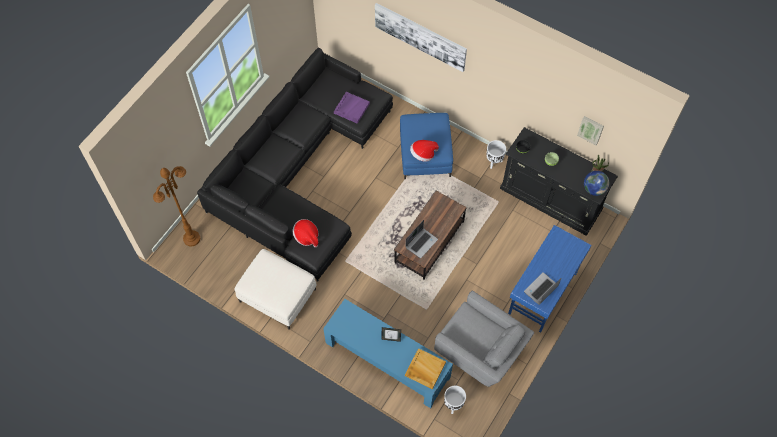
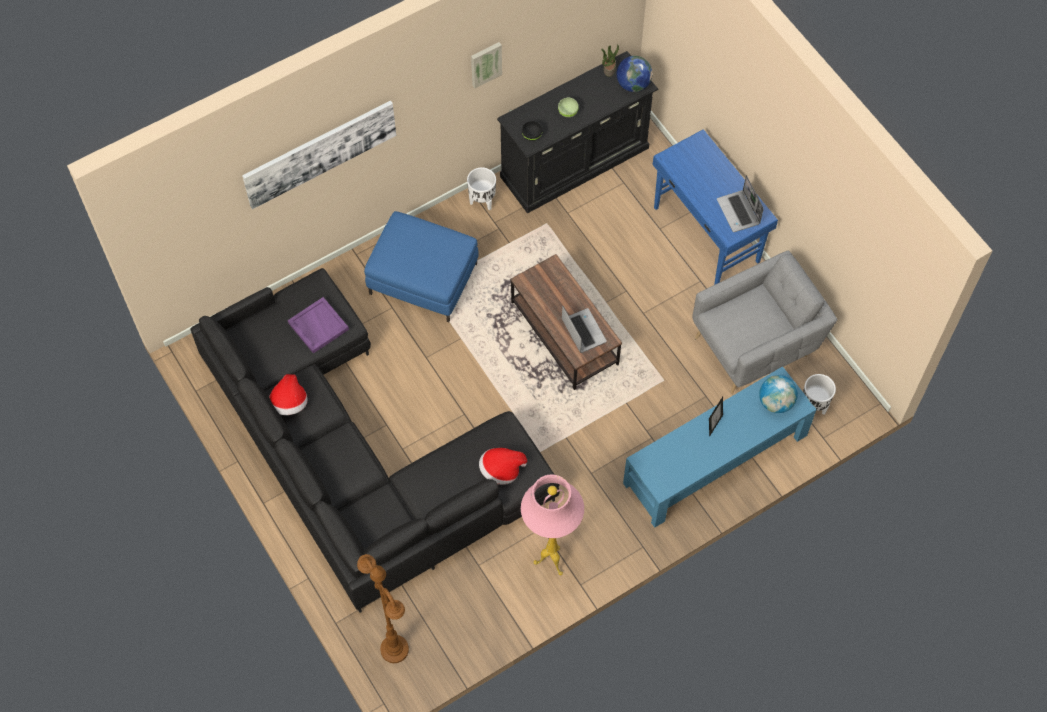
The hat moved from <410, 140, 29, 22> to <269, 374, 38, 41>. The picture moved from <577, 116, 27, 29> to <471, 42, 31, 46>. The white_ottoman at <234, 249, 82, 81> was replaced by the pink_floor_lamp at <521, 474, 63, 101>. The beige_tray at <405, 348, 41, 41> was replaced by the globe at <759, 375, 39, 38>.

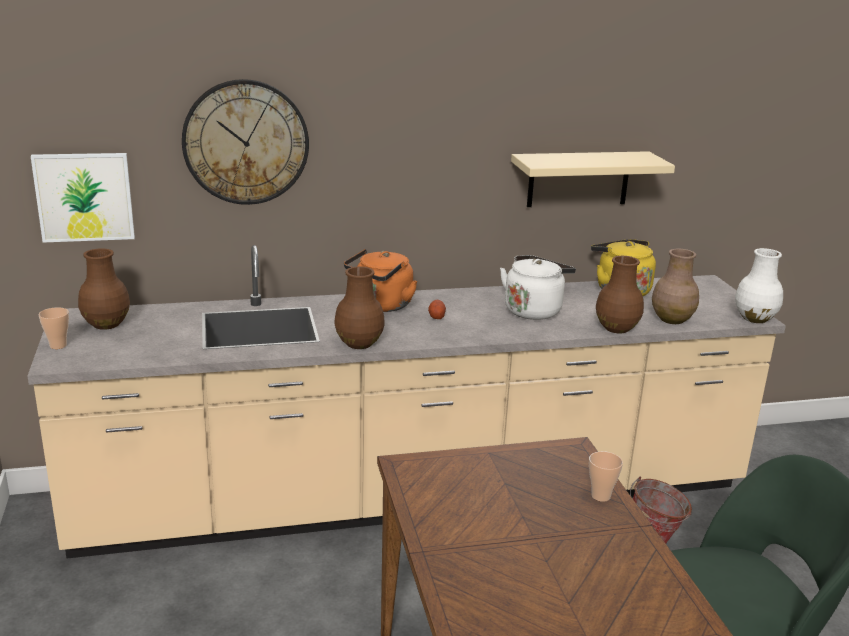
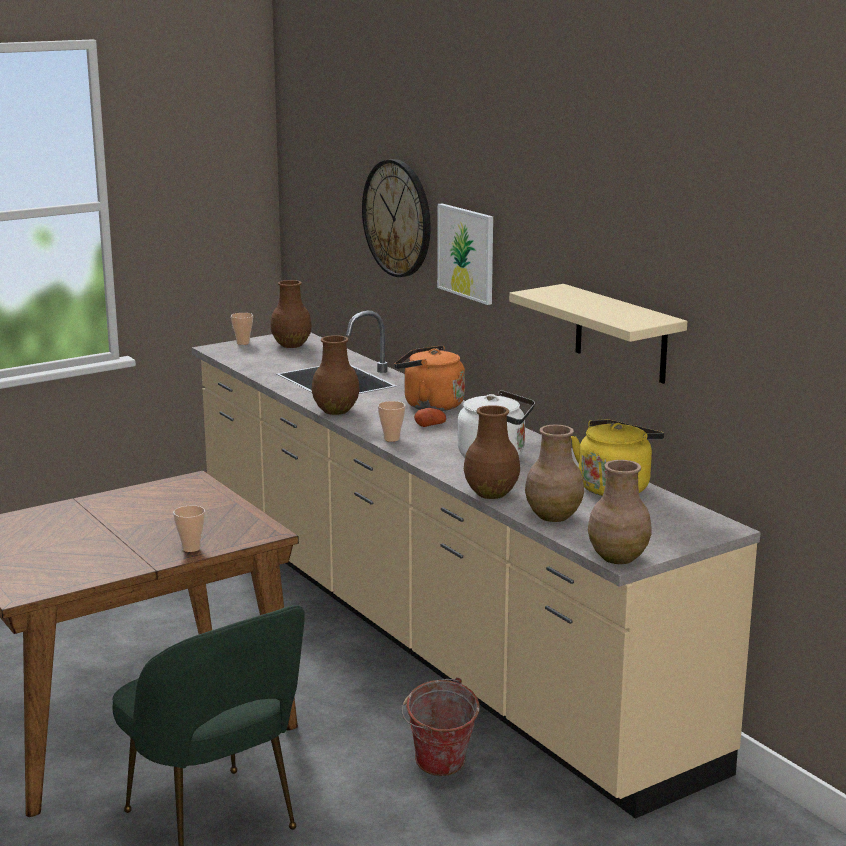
The cup at <378, 401, 27, 41> appeared. The picture moved from <31, 153, 104, 90> to <437, 203, 56, 102>. The white_vase at <735, 248, 48, 75> became the brown_vase at <588, 460, 64, 104>.

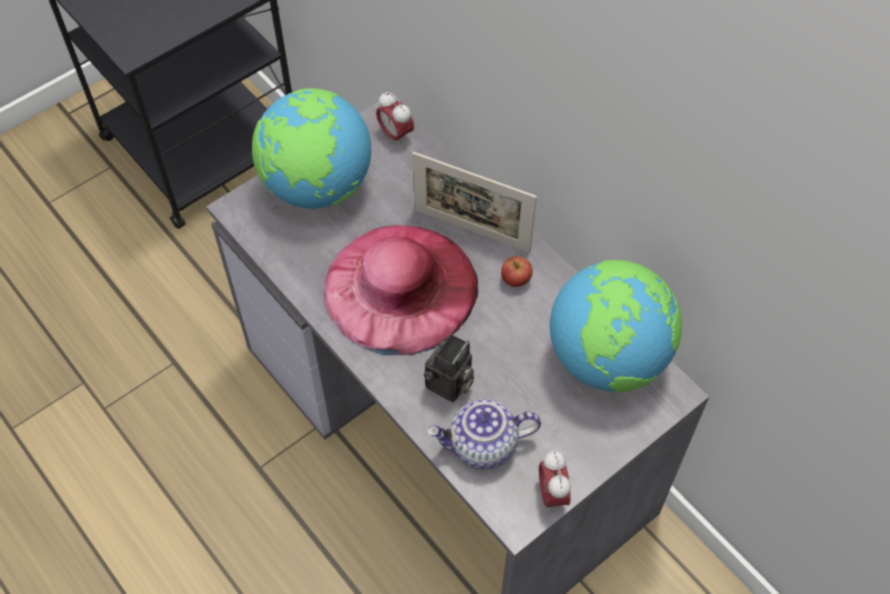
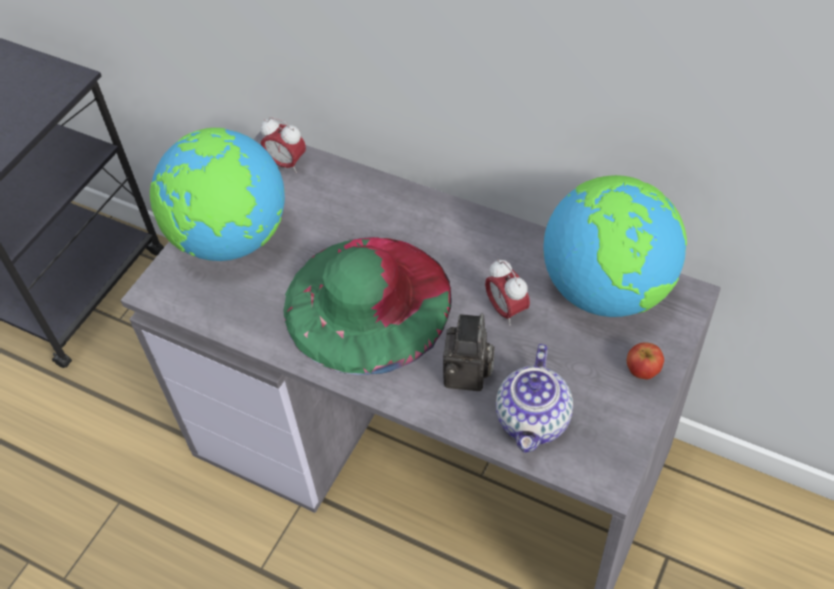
The picture_frame at <412, 152, 125, 101> disappeared. The apple moved from <501, 256, 32, 31> to <627, 342, 37, 37>. The alarm_clock moved from <539, 451, 32, 60> to <485, 259, 45, 66>. The pink_hat at <323, 225, 155, 130> became the green_hat at <283, 237, 168, 138>. The teapot at <427, 399, 114, 70> turned 45 degrees counterclockwise.

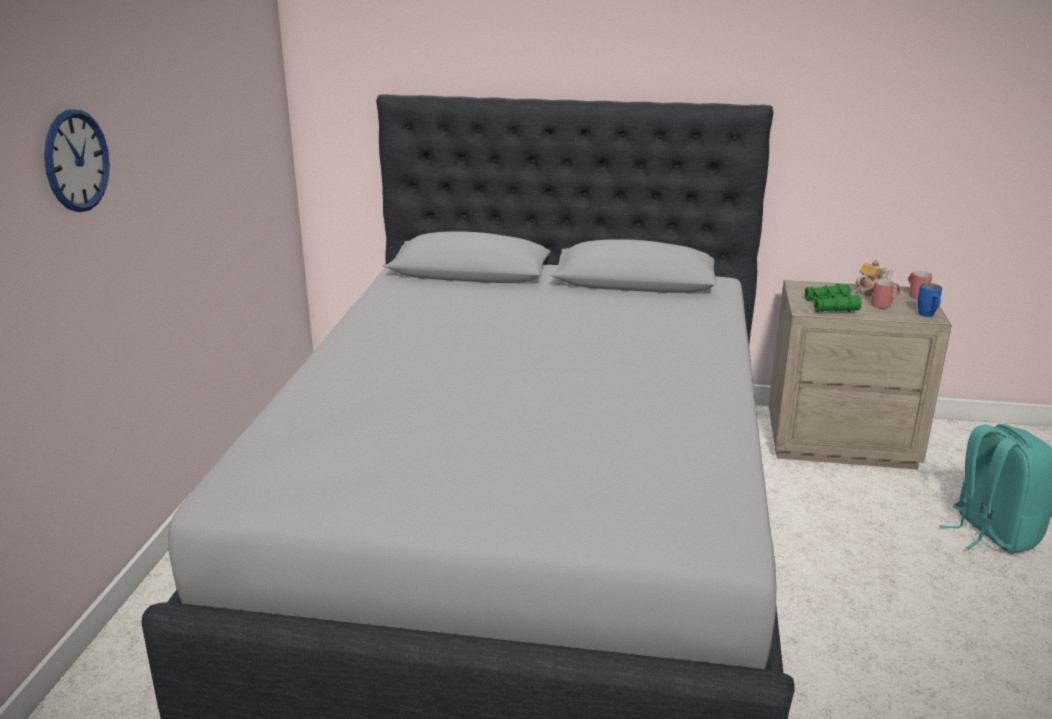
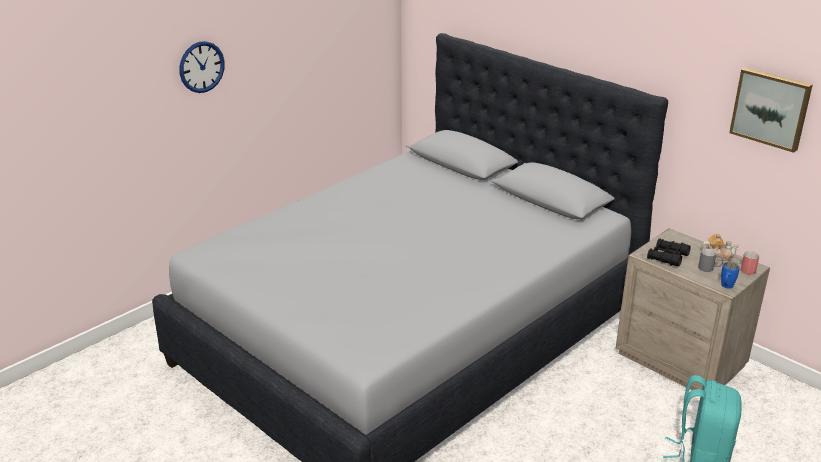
The picture at <729, 68, 84, 85> appeared. The green_binoculars at <805, 284, 57, 28> became the black_binoculars at <647, 238, 44, 28>. The red_mug at <871, 279, 30, 30> became the grey_mug at <698, 249, 26, 23>.

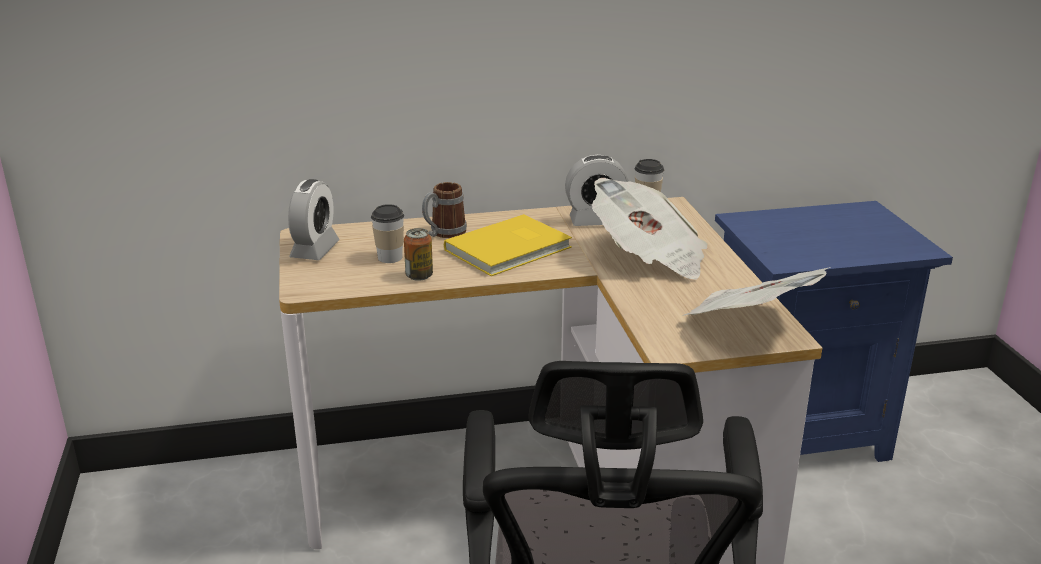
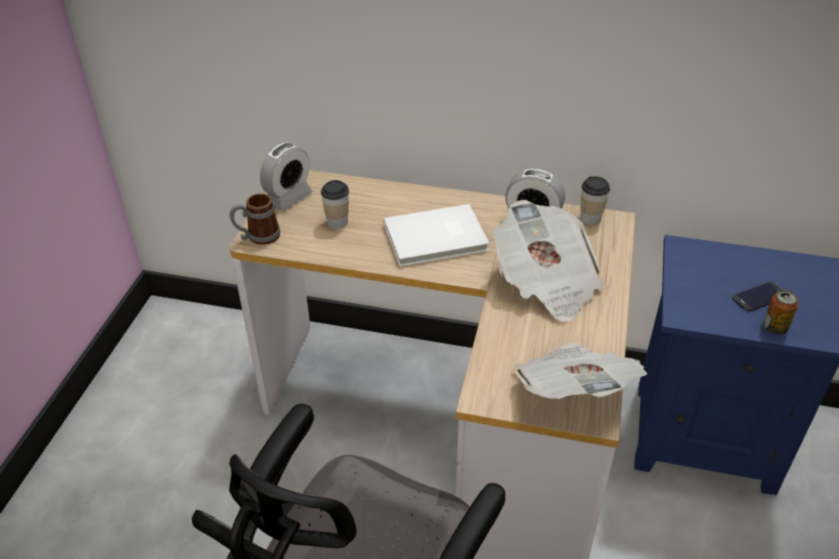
The phone at <733, 282, 49, 29> appeared. The can moved from <404, 228, 29, 53> to <763, 289, 36, 46>. The mug moved from <422, 182, 45, 56> to <230, 193, 50, 52>. The yellow_book at <444, 214, 128, 62> became the white_book at <384, 204, 105, 63>.

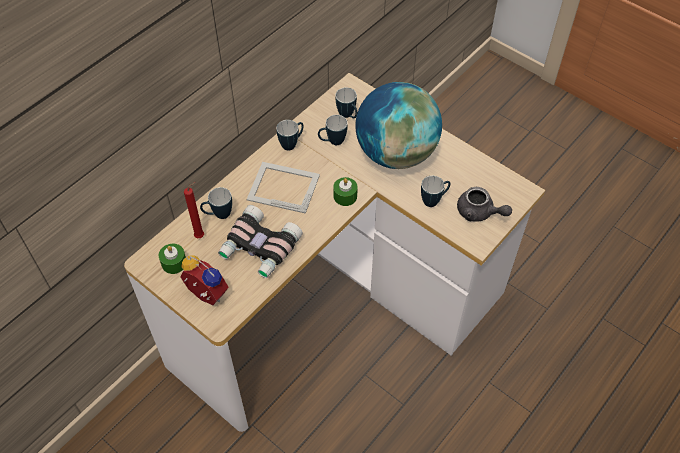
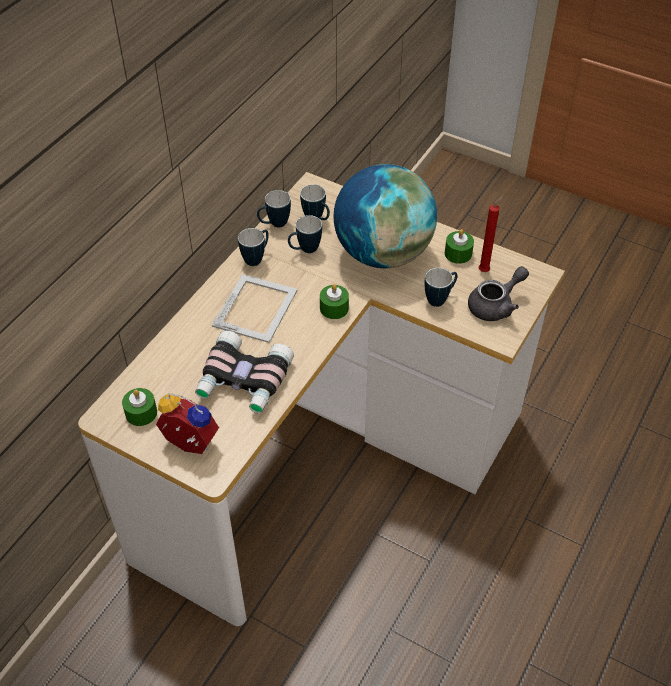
The green_candle at <445, 229, 29, 35> appeared. The red_candle moved from <184, 182, 20, 56> to <479, 196, 24, 76>. The mug moved from <200, 187, 32, 32> to <257, 190, 34, 37>. The picture_frame at <247, 162, 73, 52> turned 105 degrees clockwise. The grey_teapot at <457, 187, 55, 35> turned 60 degrees counterclockwise.

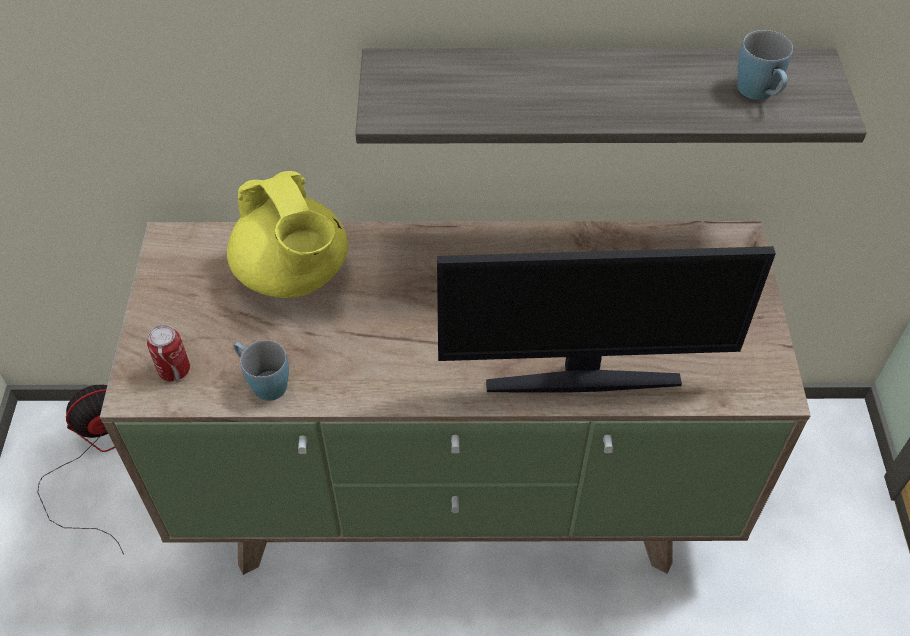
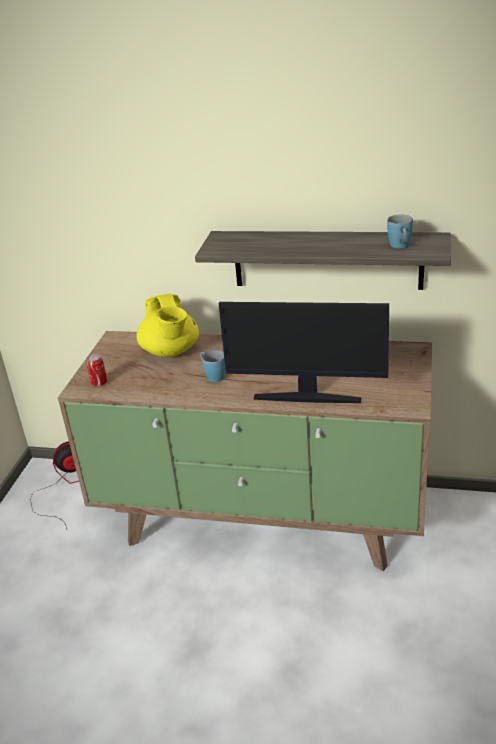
The blue_mug moved from <233, 340, 56, 61> to <200, 350, 26, 32>.

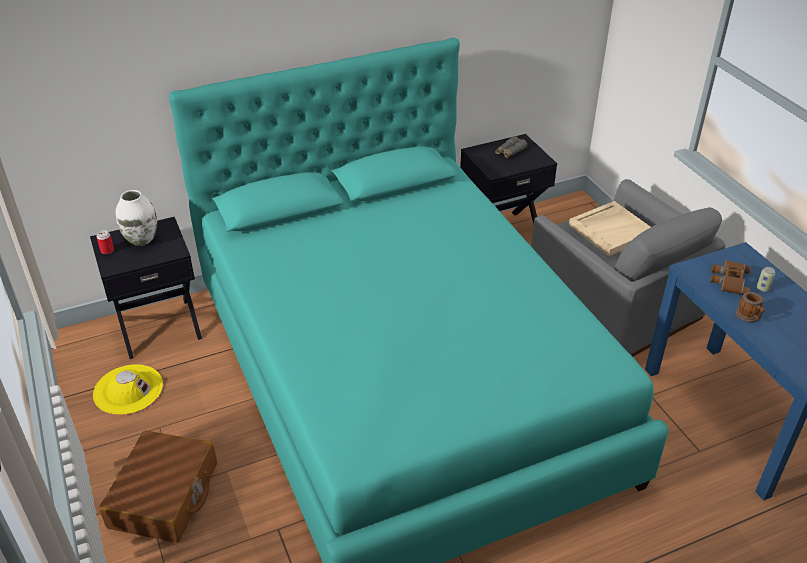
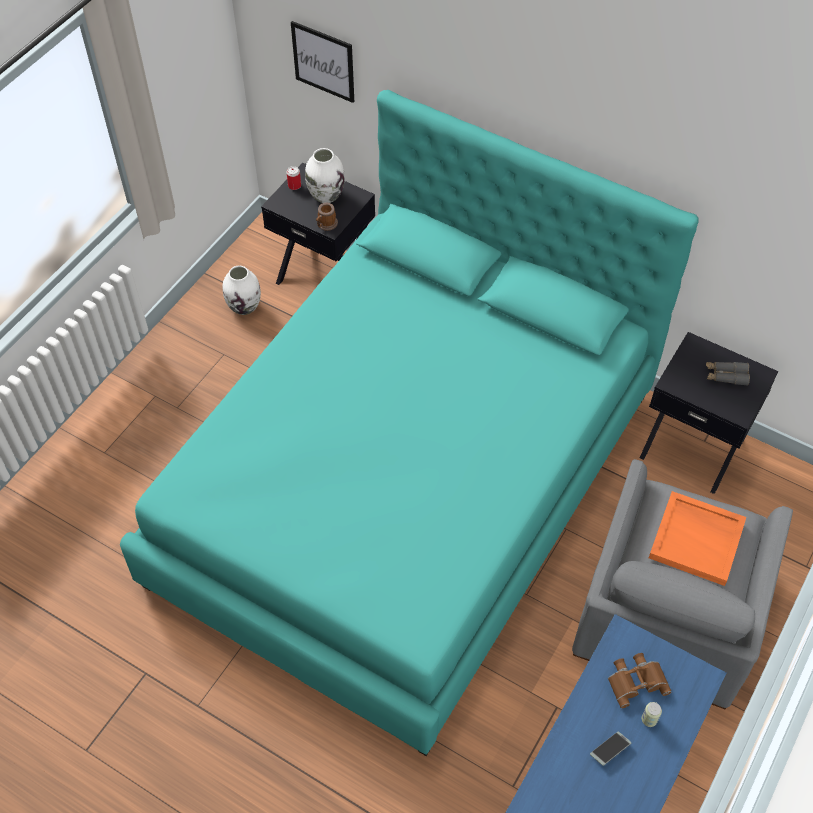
The brown_suitcase at <99, 430, 118, 113> disappeared. The picture at <291, 21, 63, 82> appeared. The phone at <590, 732, 41, 34> appeared. The mug moved from <735, 292, 29, 30> to <316, 203, 22, 28>. The yellow_hat at <93, 364, 70, 51> was replaced by the white_vase at <223, 266, 38, 49>. The beige_tray at <569, 201, 82, 55> became the orange_tray at <649, 491, 97, 95>.

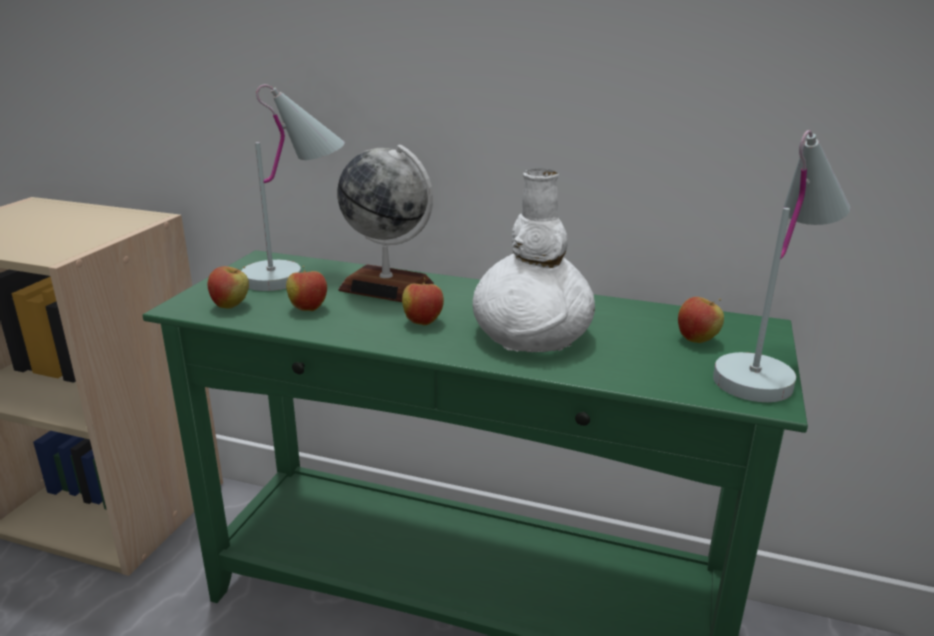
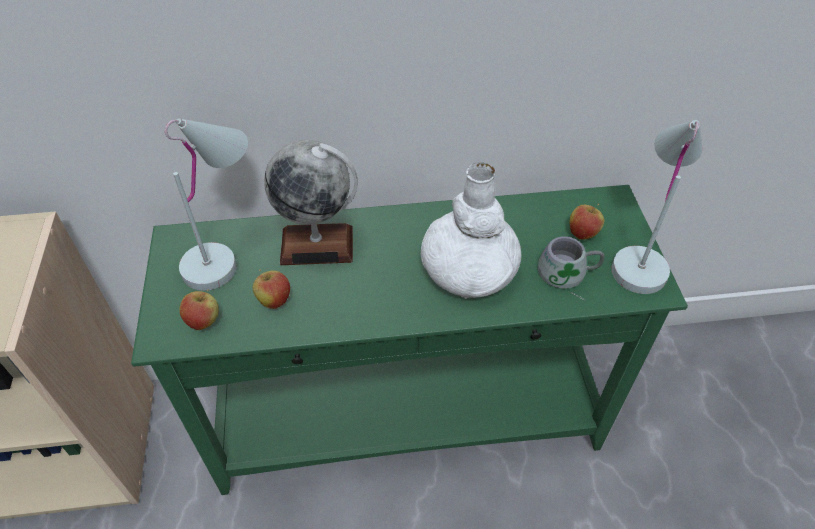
The apple at <402, 277, 42, 49> disappeared. The grey_mug at <538, 236, 67, 64> appeared.

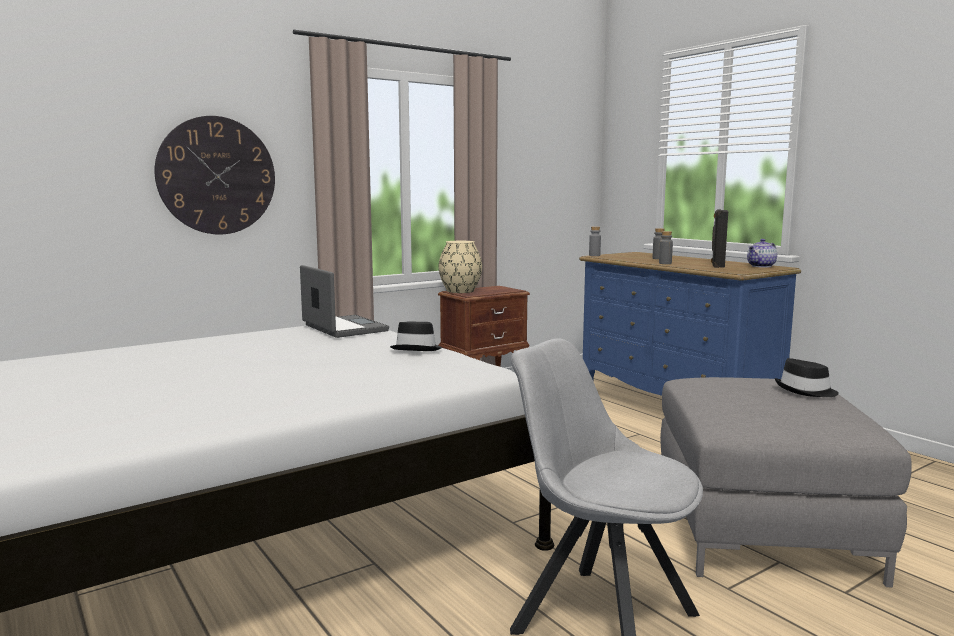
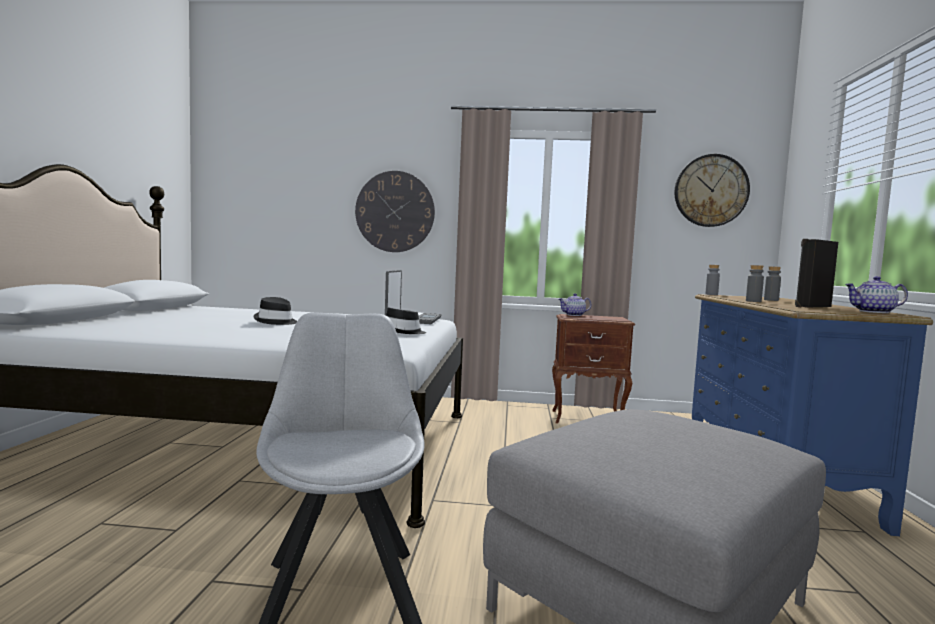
The wall_clock at <674, 154, 76, 73> appeared. The black_hat moved from <775, 358, 64, 39> to <254, 297, 43, 28>. The beige_vase at <439, 241, 43, 52> was replaced by the teapot at <559, 293, 32, 23>.

